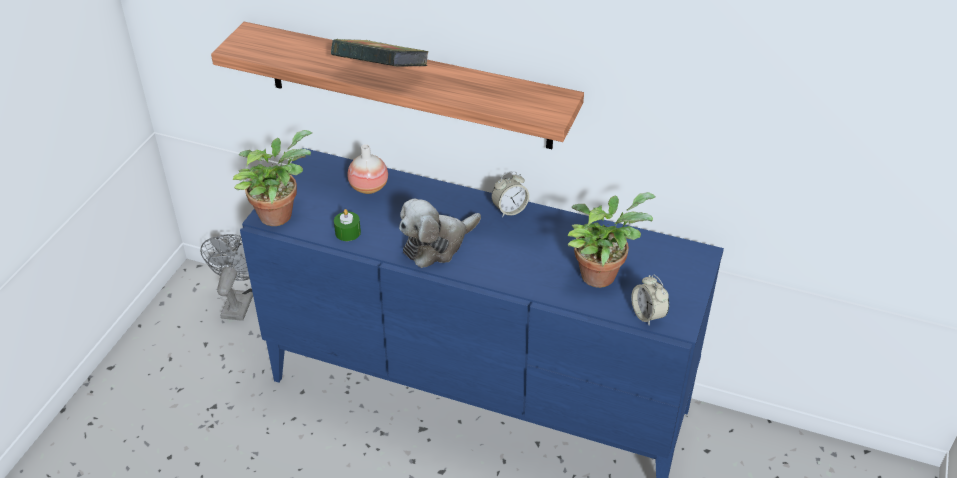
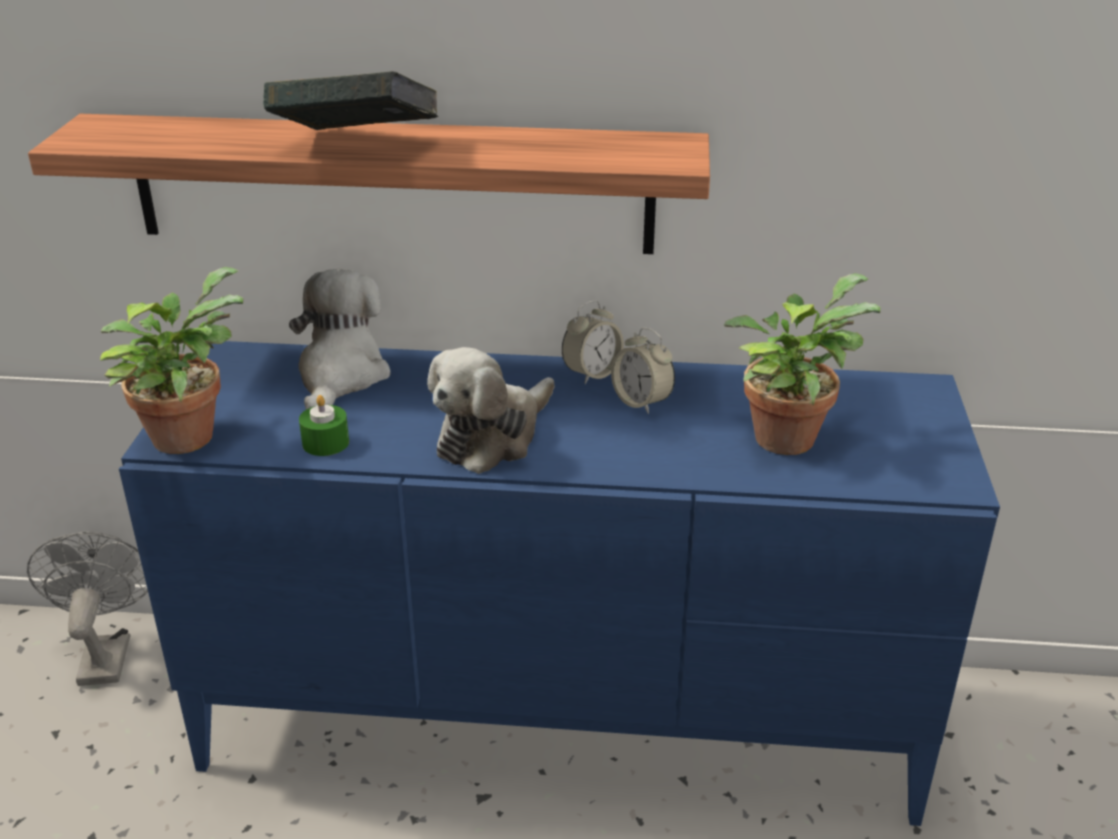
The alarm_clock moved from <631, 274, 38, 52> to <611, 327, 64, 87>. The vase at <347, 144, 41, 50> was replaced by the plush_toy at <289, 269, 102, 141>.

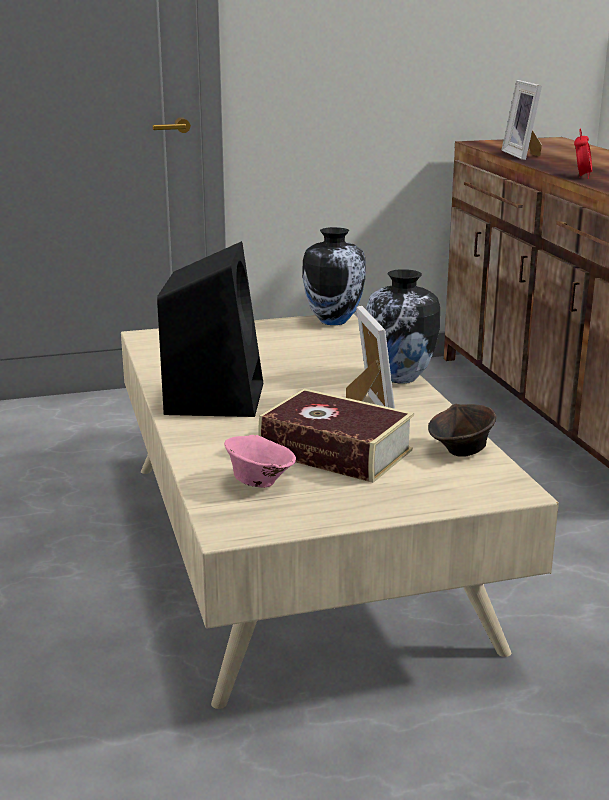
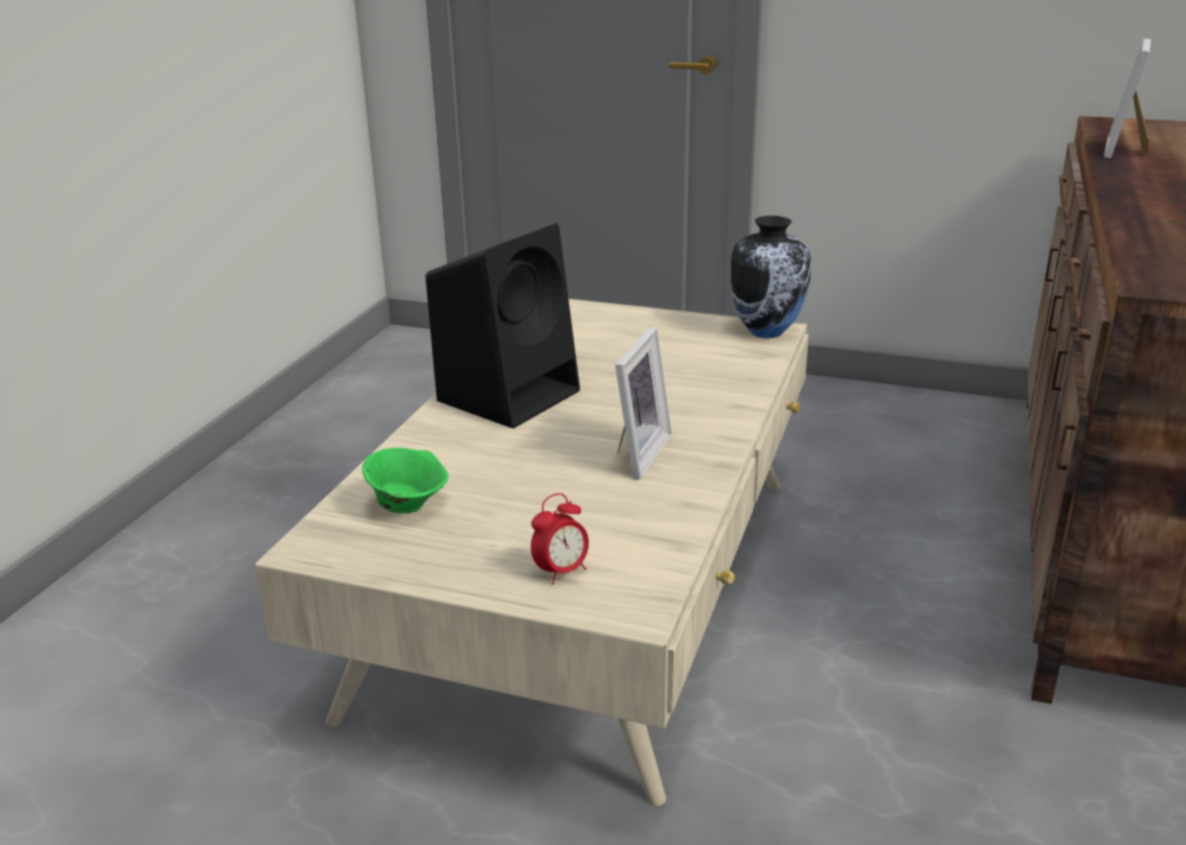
The book at <258, 389, 156, 94> disappeared. The vase at <366, 269, 74, 115> disappeared. The brown_bowl at <428, 404, 68, 53> disappeared. The alarm_clock moved from <574, 129, 18, 50> to <531, 493, 58, 91>. The pink_bowl at <224, 435, 72, 53> became the green_bowl at <362, 448, 87, 65>.

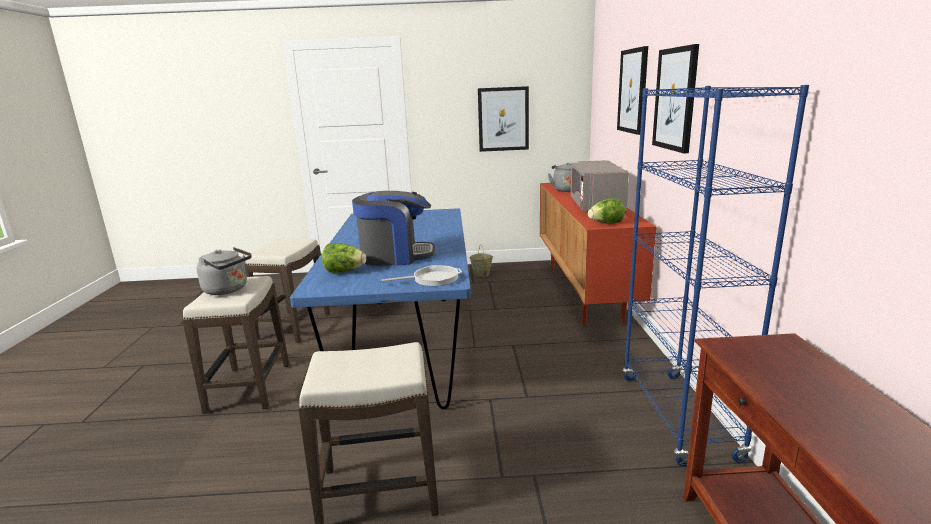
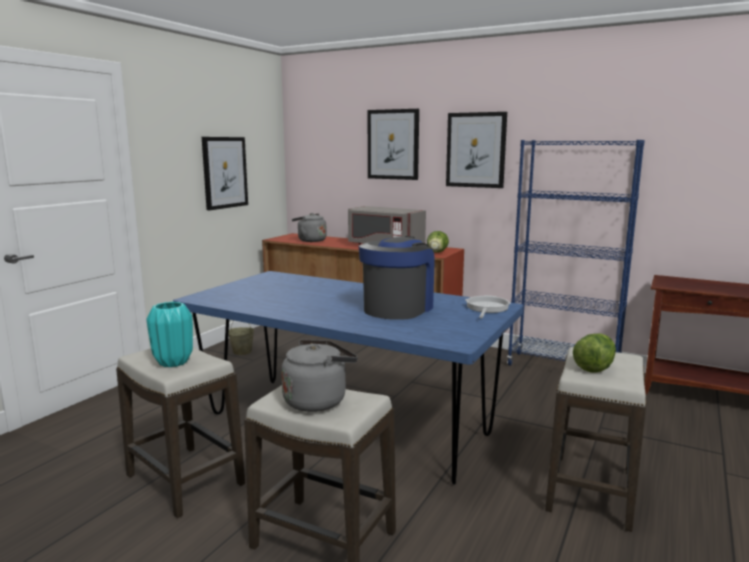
The turquoise_vase at <147, 302, 46, 65> appeared. The lettuce moved from <322, 243, 44, 30> to <573, 333, 43, 40>.

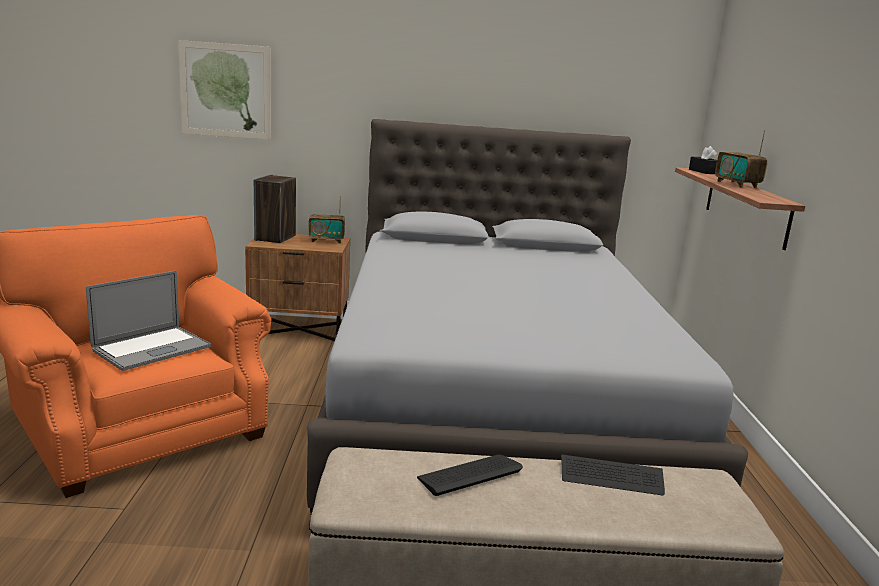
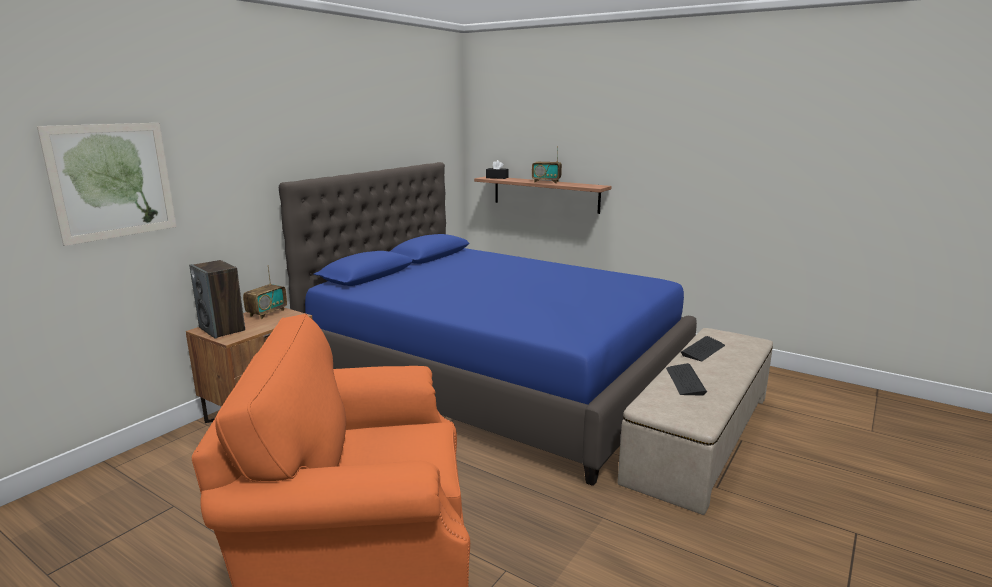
The laptop at <86, 271, 125, 100> disappeared. The grey_bed at <307, 119, 441, 395> became the blue_bed at <279, 162, 418, 324>.

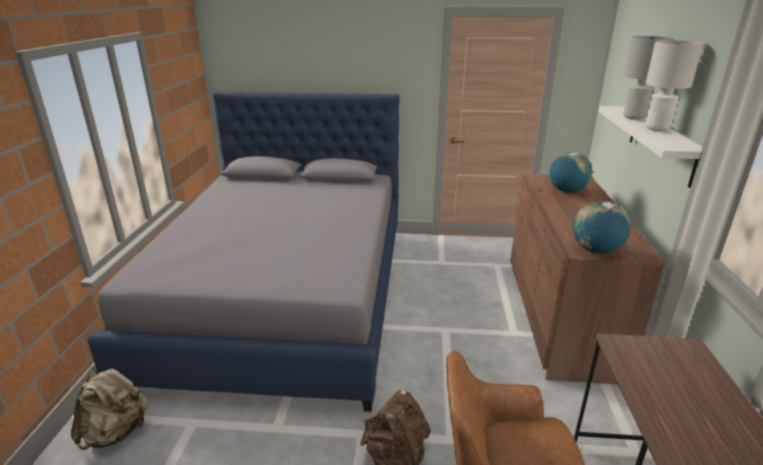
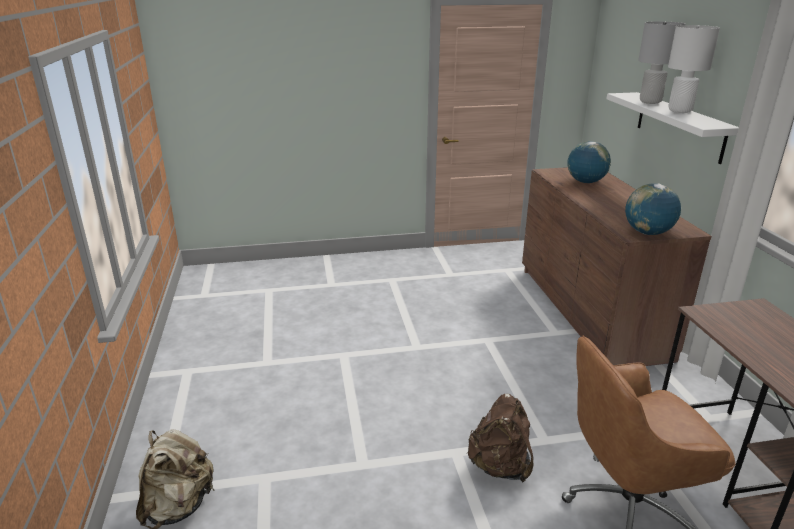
The grey_bed at <87, 91, 313, 321> disappeared.

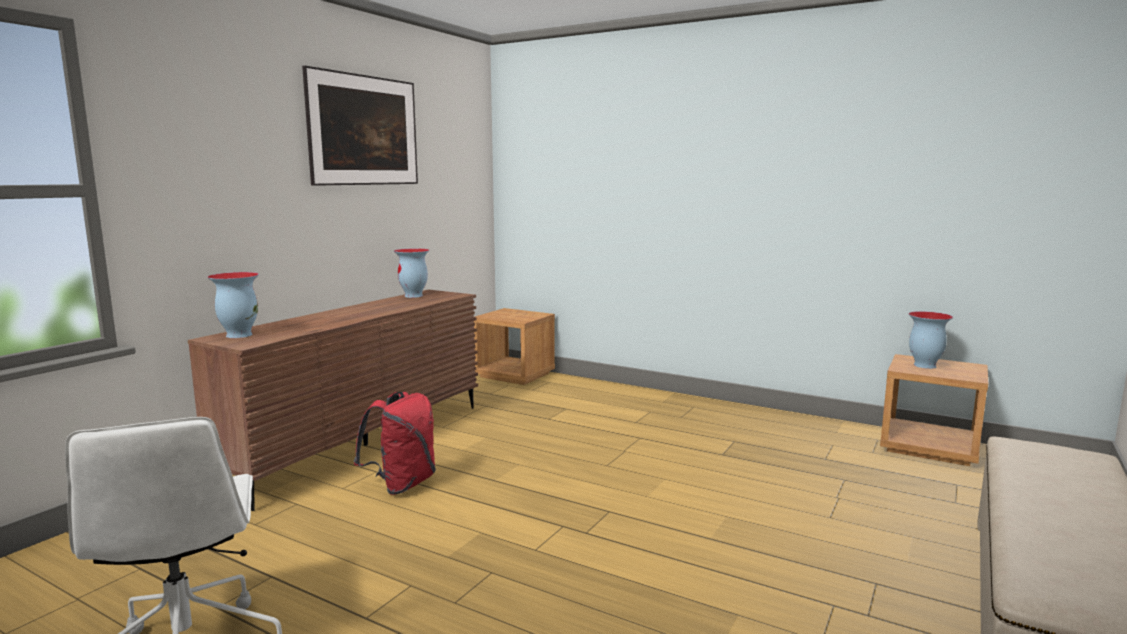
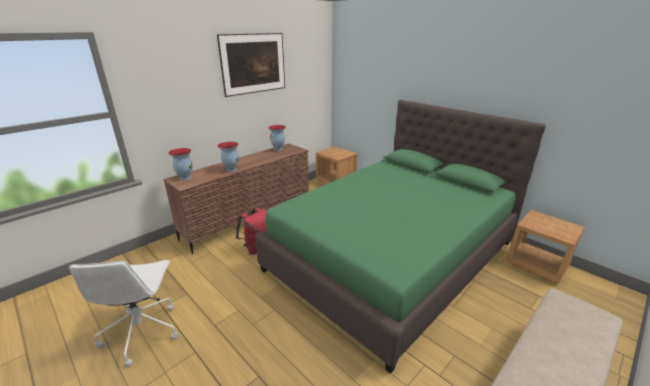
The green_bed at <255, 100, 291, 274> appeared. The vase moved from <908, 311, 45, 58> to <218, 142, 21, 30>.

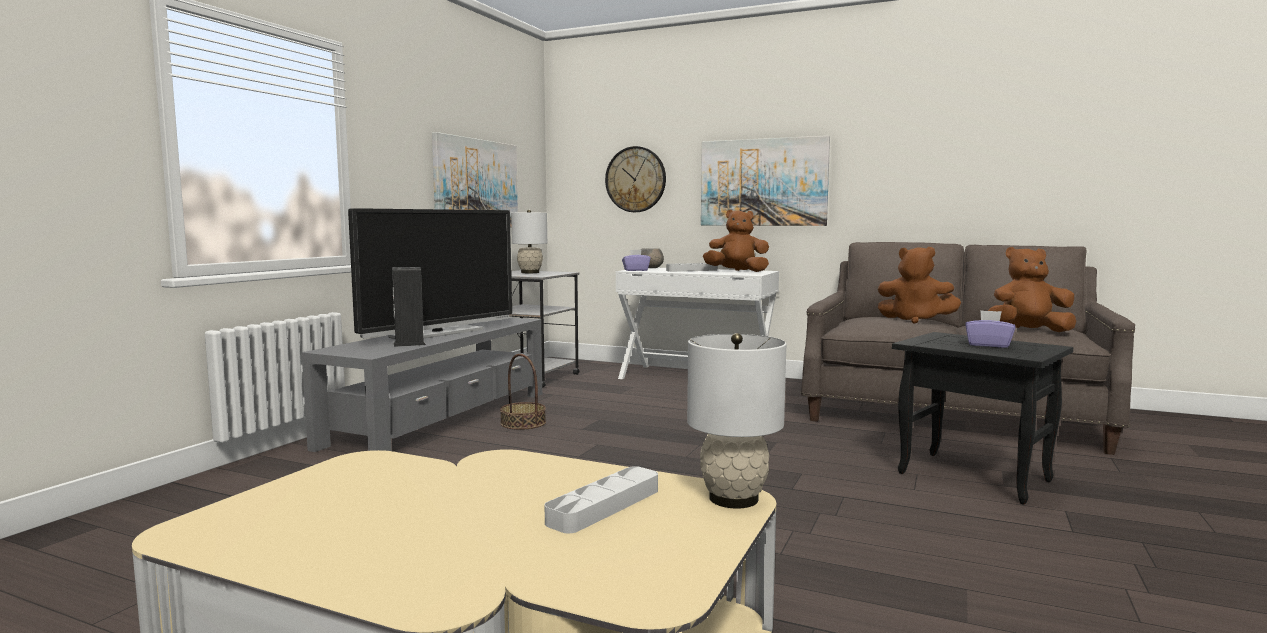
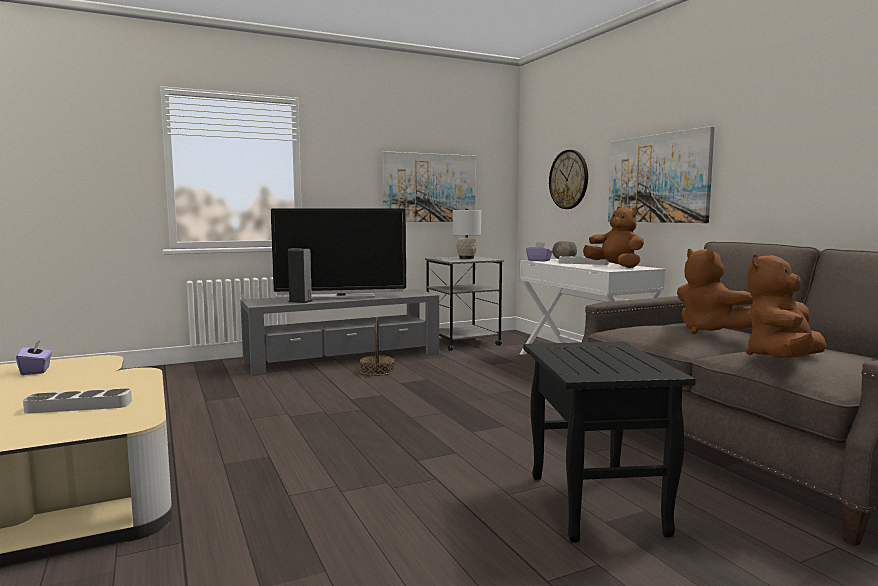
The white_table_lamp at <687, 333, 99, 175> disappeared. The purple_tissue_box moved from <965, 310, 51, 38> to <16, 339, 36, 36>. The brown_plush_toy at <988, 247, 88, 85> turned 90 degrees counterclockwise.

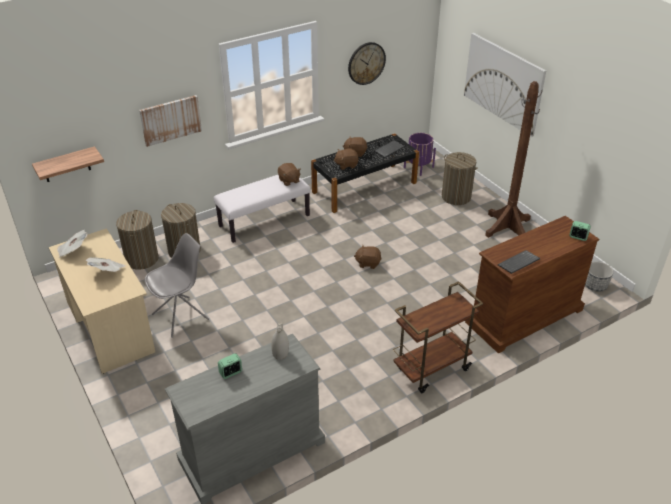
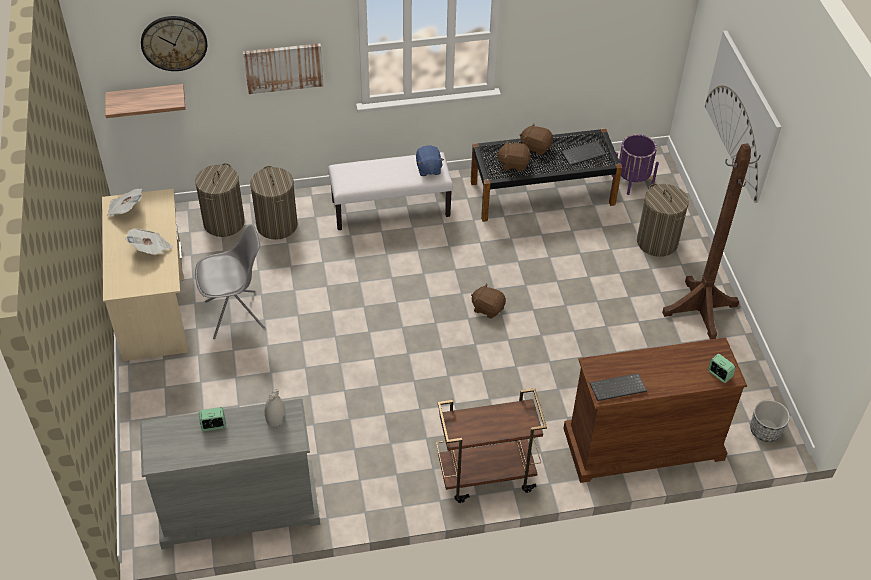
The wall_clock moved from <348, 42, 38, 43> to <141, 16, 66, 55>. The brown_plush_toy at <278, 163, 23, 23> became the blue_plush_toy at <416, 146, 28, 30>.

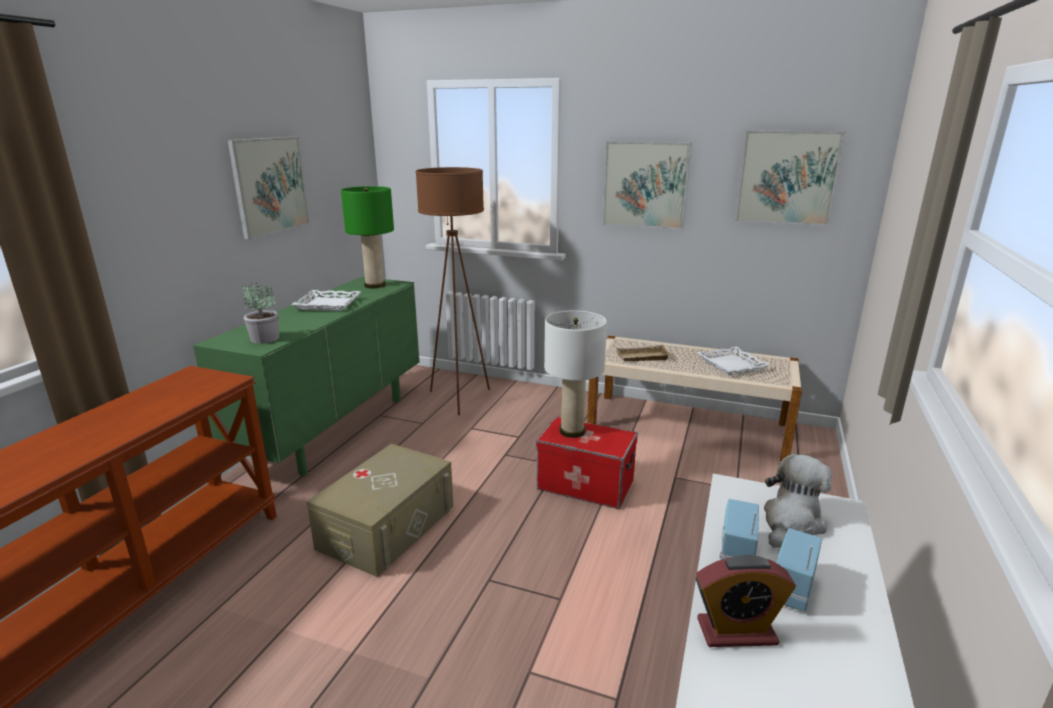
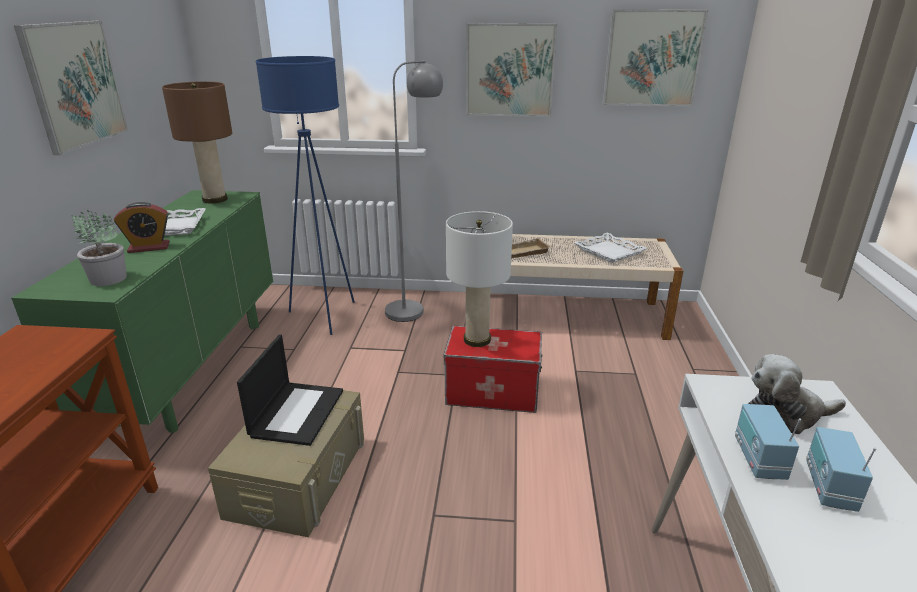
The laptop at <237, 335, 106, 111> appeared. The grey_floor_lamp at <385, 60, 58, 262> appeared. The alarm_clock moved from <695, 555, 101, 92> to <114, 202, 56, 51>. The green_table_lamp at <341, 186, 53, 102> became the brown_table_lamp at <162, 81, 70, 122>. The brown_floor_lamp at <415, 167, 75, 248> became the blue_floor_lamp at <256, 56, 99, 279>. The plush_toy at <764, 454, 68, 94> turned 120 degrees counterclockwise.

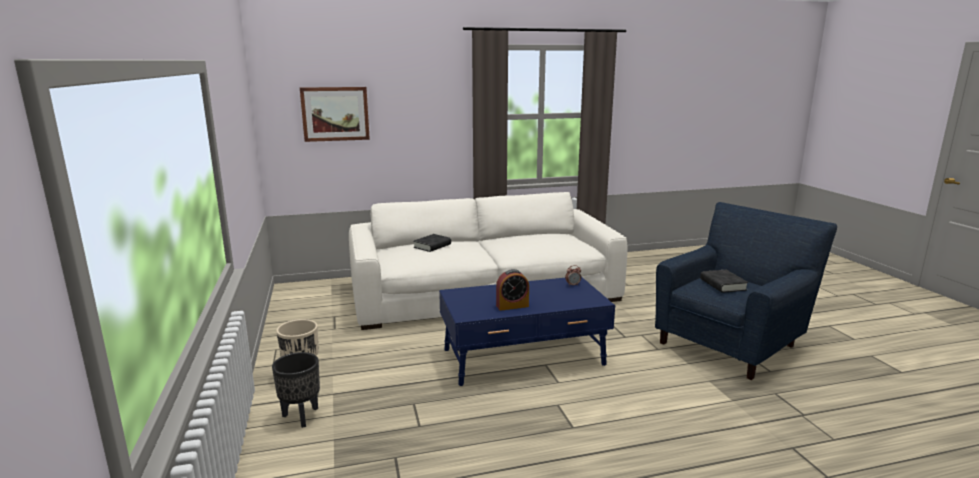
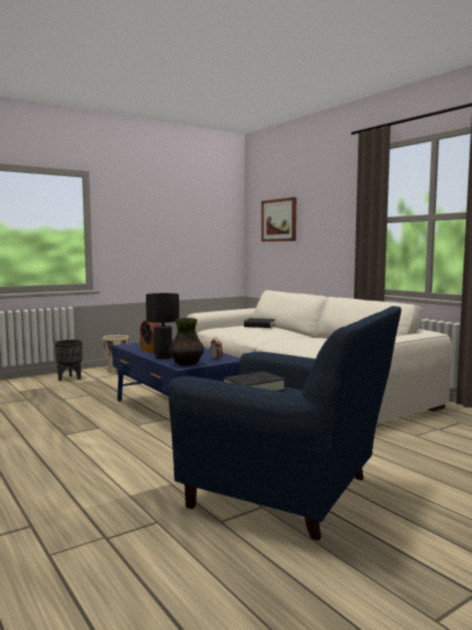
The black_table_lamp at <146, 293, 33, 66> appeared. The vase at <169, 318, 35, 48> appeared.

